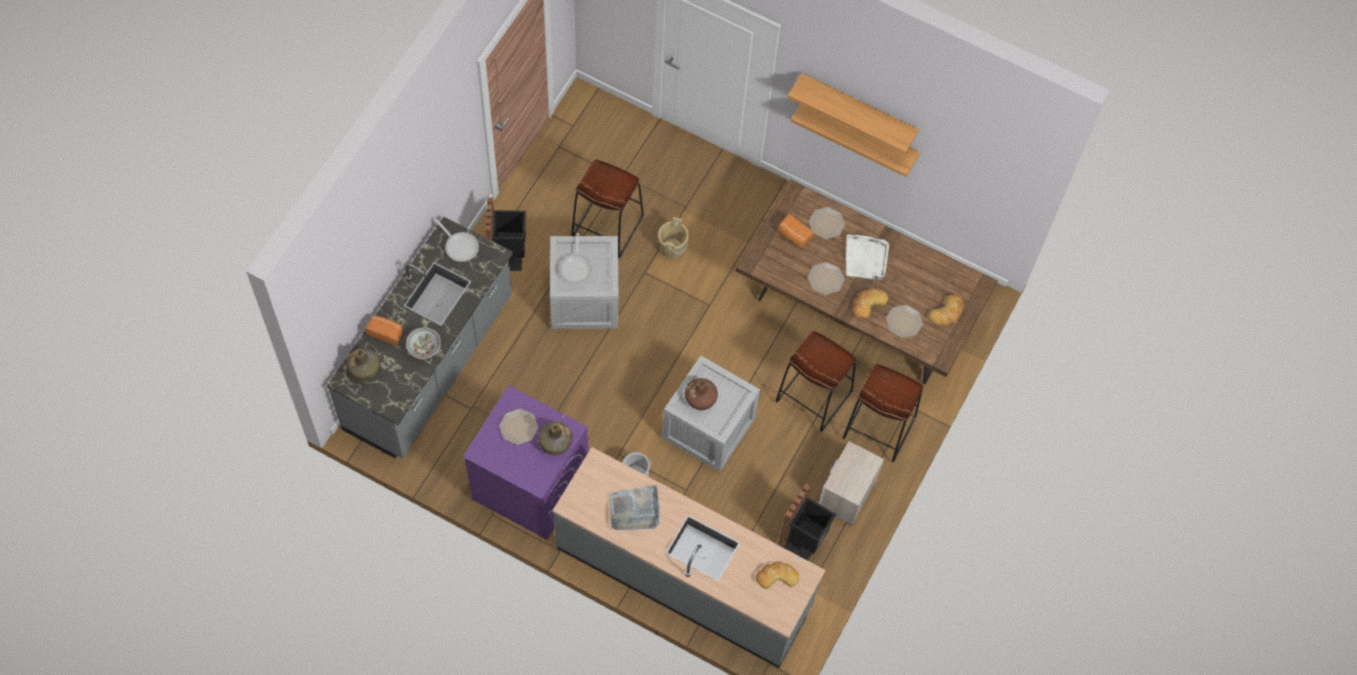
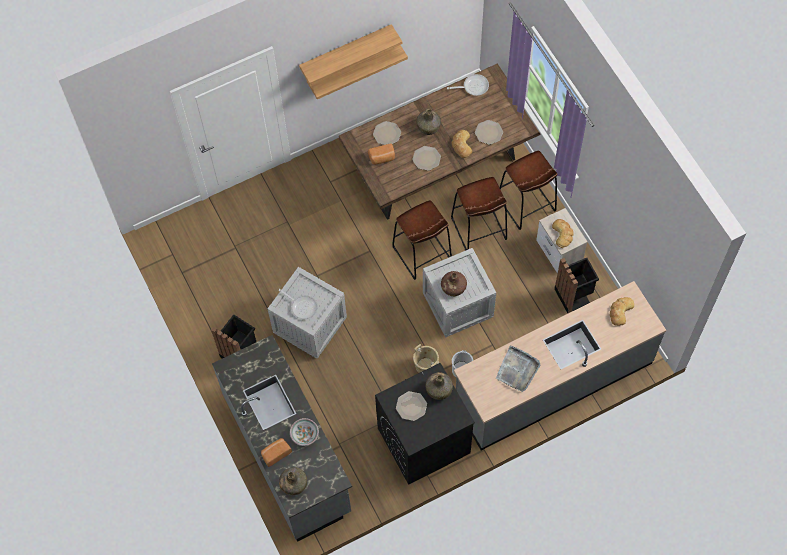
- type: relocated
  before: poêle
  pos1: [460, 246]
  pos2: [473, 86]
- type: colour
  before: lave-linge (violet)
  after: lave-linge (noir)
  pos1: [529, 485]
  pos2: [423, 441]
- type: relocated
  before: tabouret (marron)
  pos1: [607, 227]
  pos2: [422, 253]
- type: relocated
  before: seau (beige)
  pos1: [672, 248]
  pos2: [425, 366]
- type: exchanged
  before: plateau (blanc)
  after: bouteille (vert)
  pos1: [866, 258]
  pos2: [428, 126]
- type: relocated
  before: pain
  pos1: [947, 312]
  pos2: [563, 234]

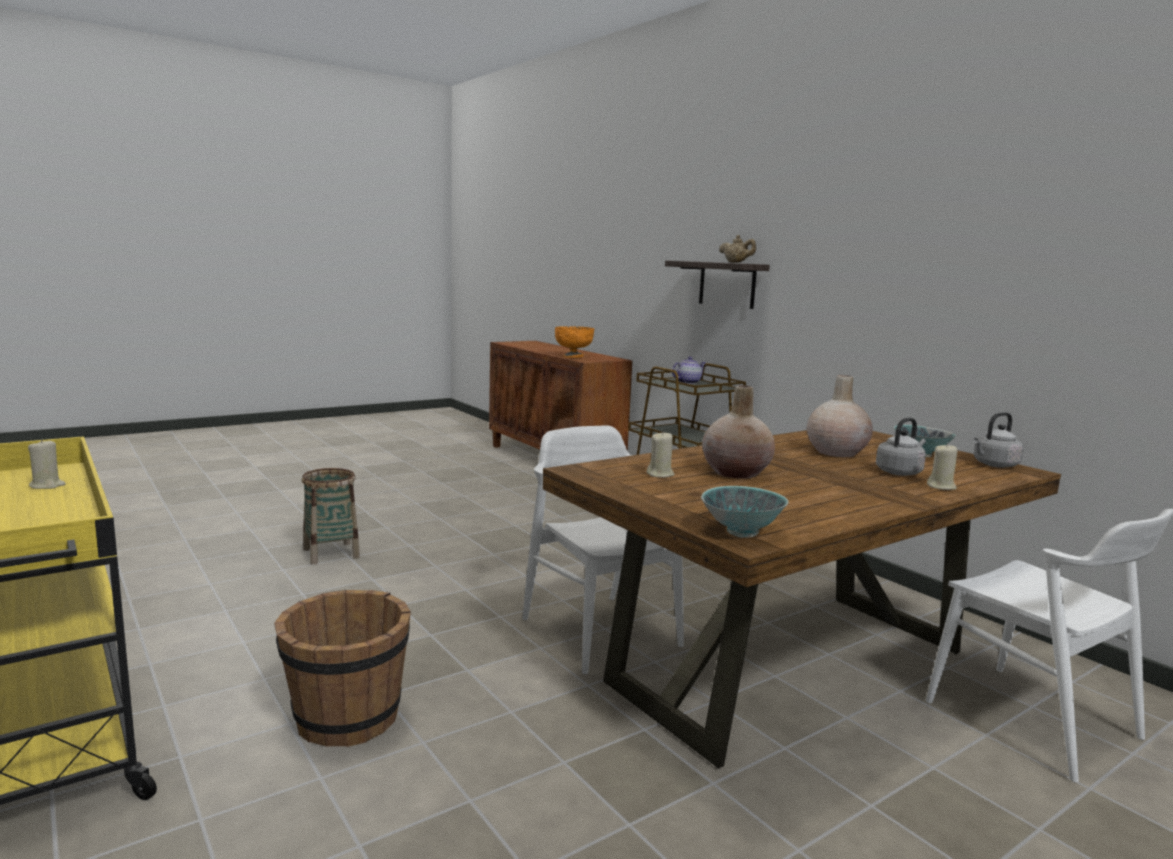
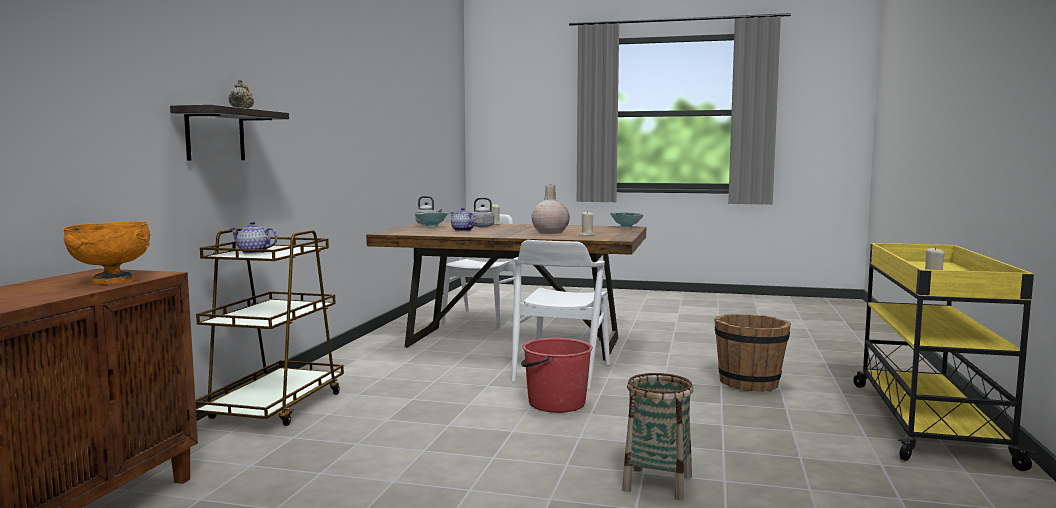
- type: exchanged
  before: vase (beige)
  after: théière
  pos1: [836, 452]
  pos2: [462, 230]
- type: appeared
  after: seau (rouge)
  pos2: [555, 403]

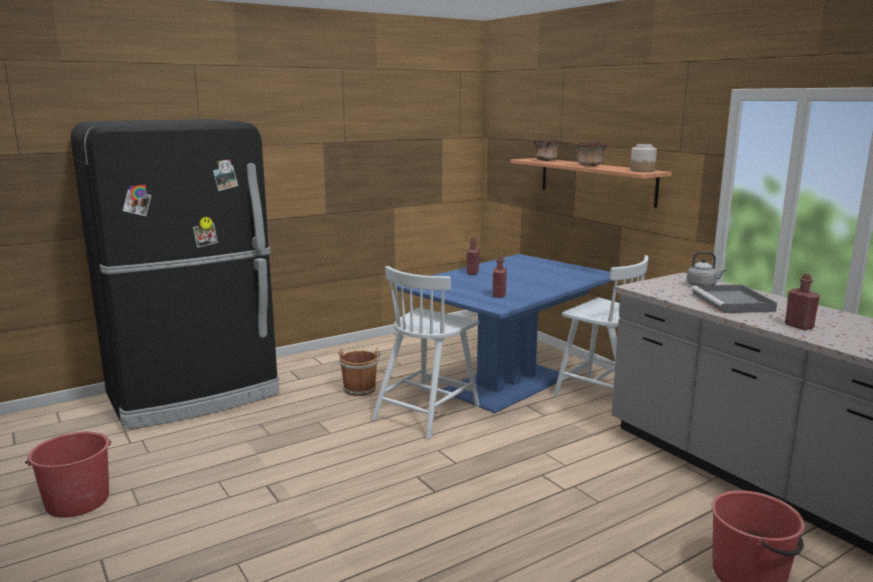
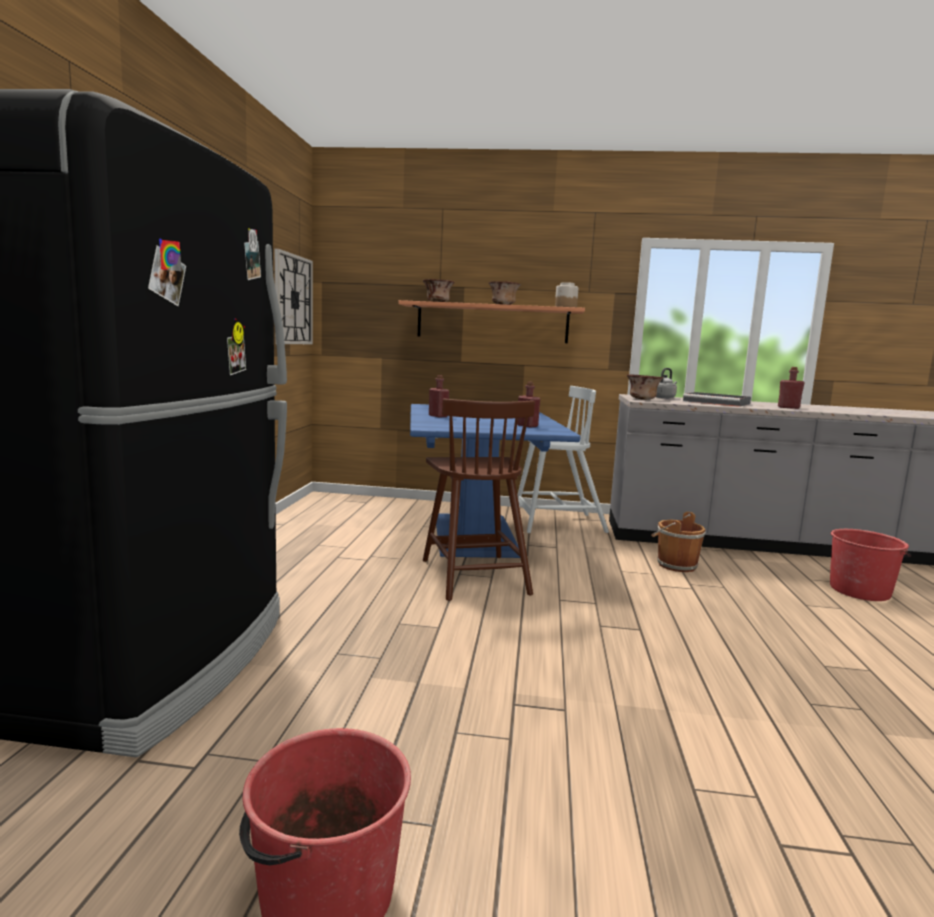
- type: relocated
  before: seau (marron)
  pos1: [359, 389]
  pos2: [674, 565]
- type: colour
  before: chaise (blanc)
  after: chaise (marron)
  pos1: [427, 412]
  pos2: [474, 575]
- type: appeared
  after: horloge murale
  pos2: [293, 300]
- type: appeared
  after: bol
  pos2: [642, 399]

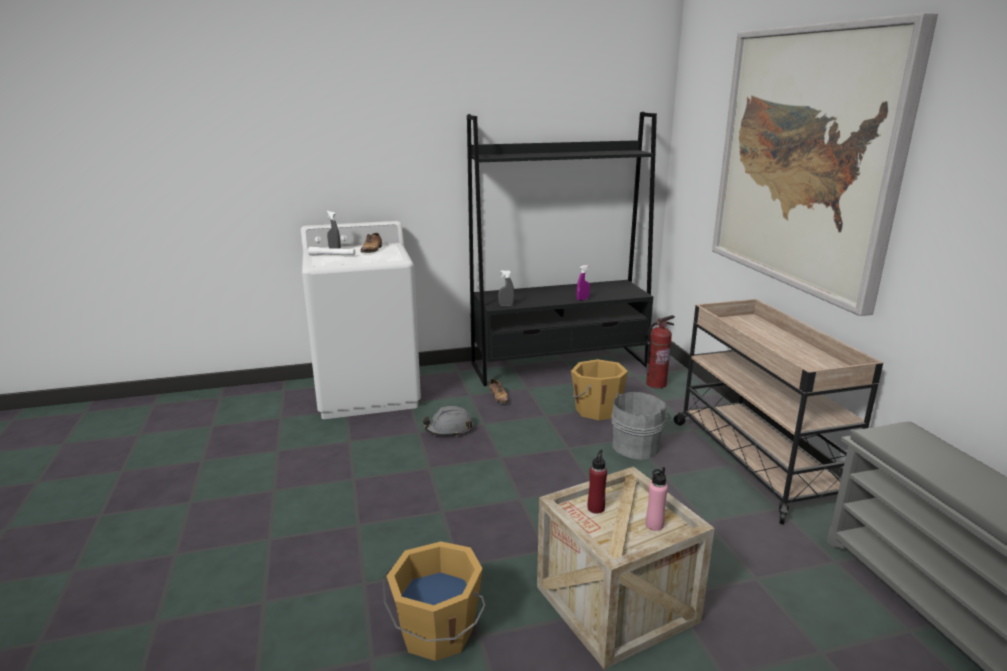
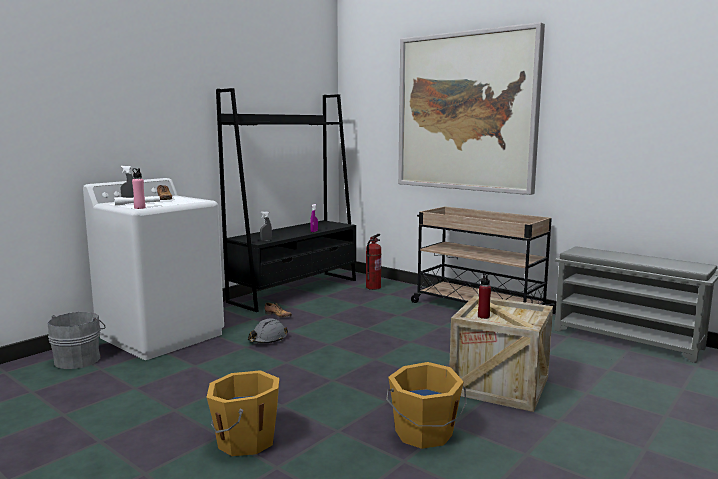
- type: relocated
  before: seau (orange)
  pos1: [596, 410]
  pos2: [244, 440]
- type: relocated
  before: seau (gris)
  pos1: [637, 446]
  pos2: [79, 359]
- type: relocated
  before: bouteille (rose)
  pos1: [654, 525]
  pos2: [139, 208]

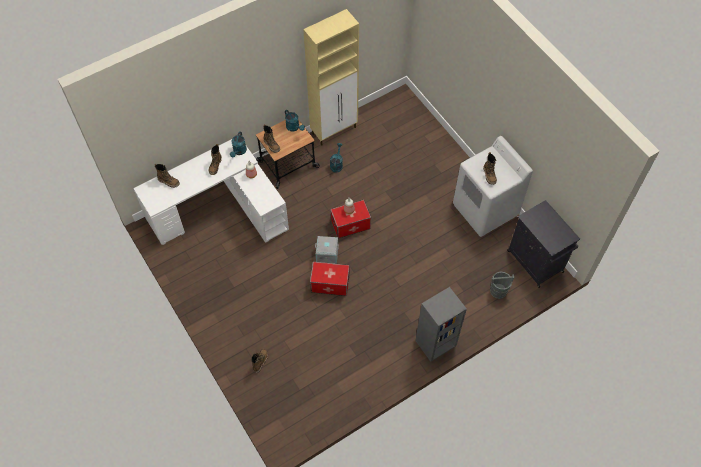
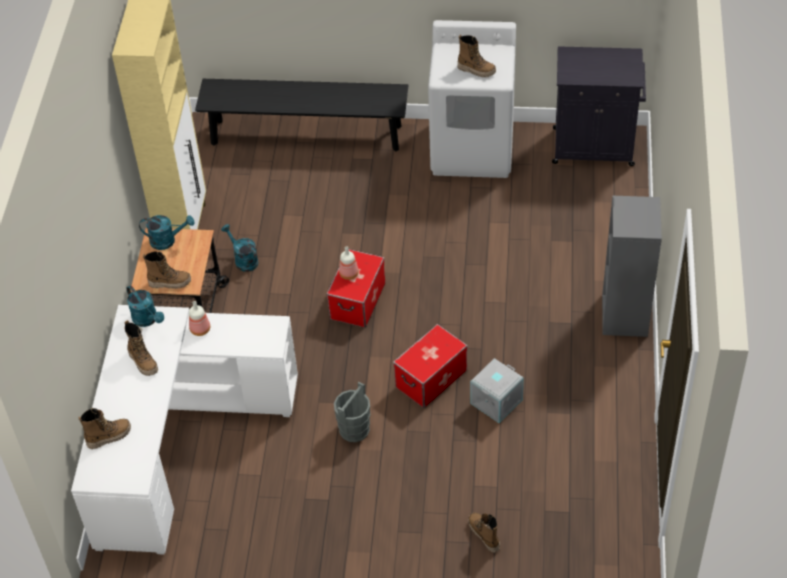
- type: relocated
  before: boîte de rangement (gris)
  pos1: [327, 255]
  pos2: [496, 401]
- type: relocated
  before: seau (gris)
  pos1: [498, 291]
  pos2: [354, 429]
- type: appeared
  after: banc (noir)
  pos2: [306, 135]

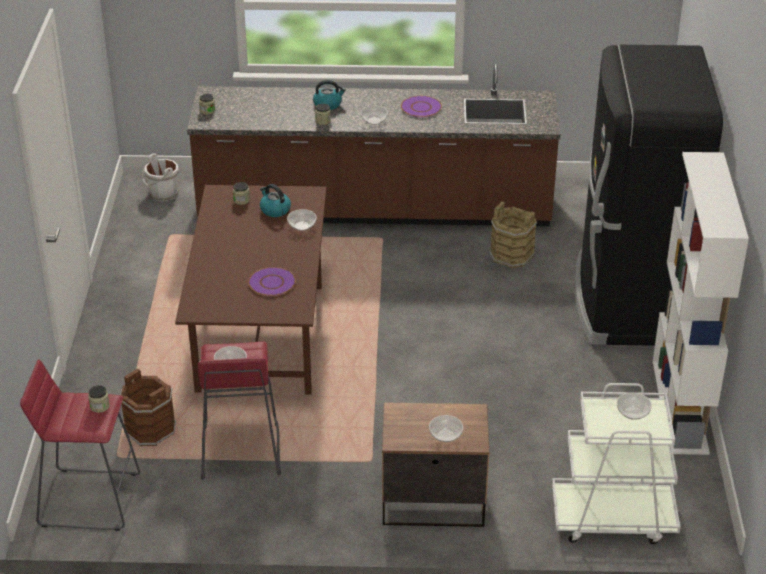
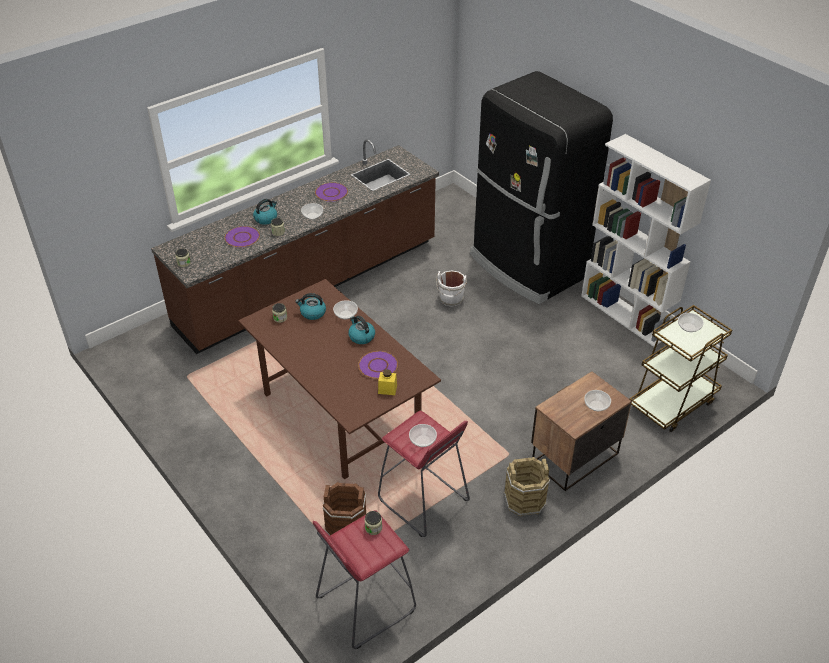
- type: relocated
  before: seau (blanc)
  pos1: [162, 194]
  pos2: [451, 300]
- type: relocated
  before: seau (marron)
  pos1: [511, 255]
  pos2: [524, 500]
- type: colour
  before: chariot (blanc)
  after: chariot (marron)
  pos1: [612, 517]
  pos2: [672, 403]
- type: appeared
  after: assiette (violet)
  pos2: [242, 237]
- type: appeared
  after: bouilloire
  pos2: [361, 337]
- type: appeared
  after: bocal (jaune)
  pos2: [387, 389]

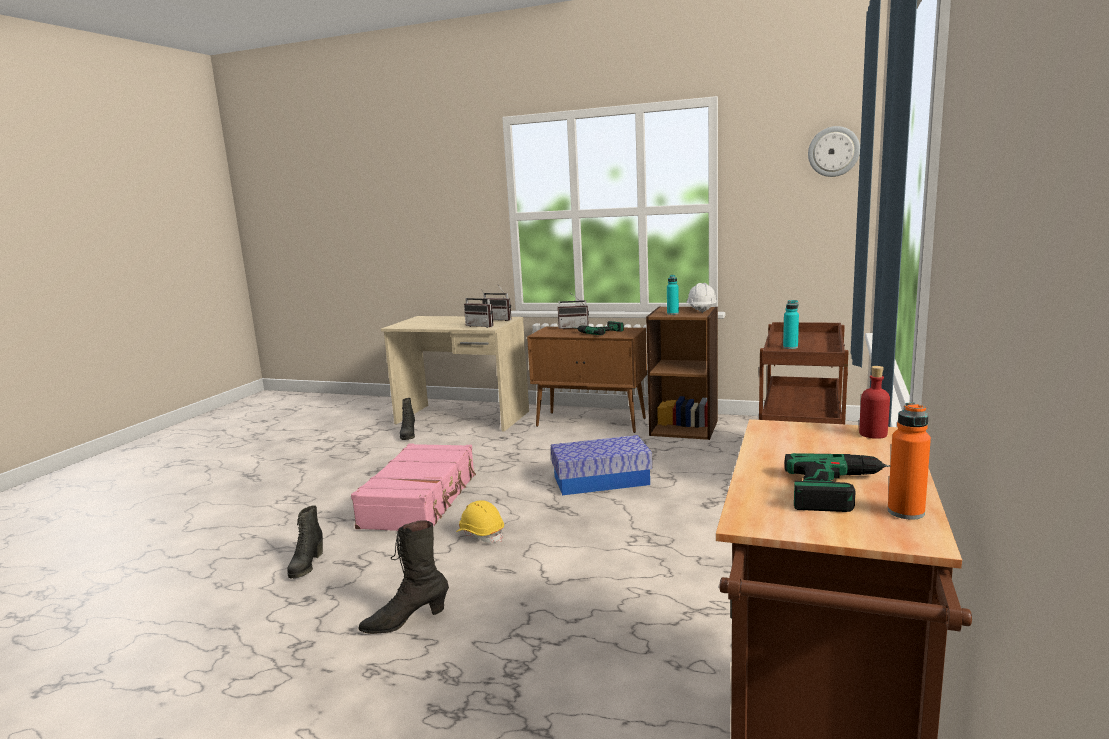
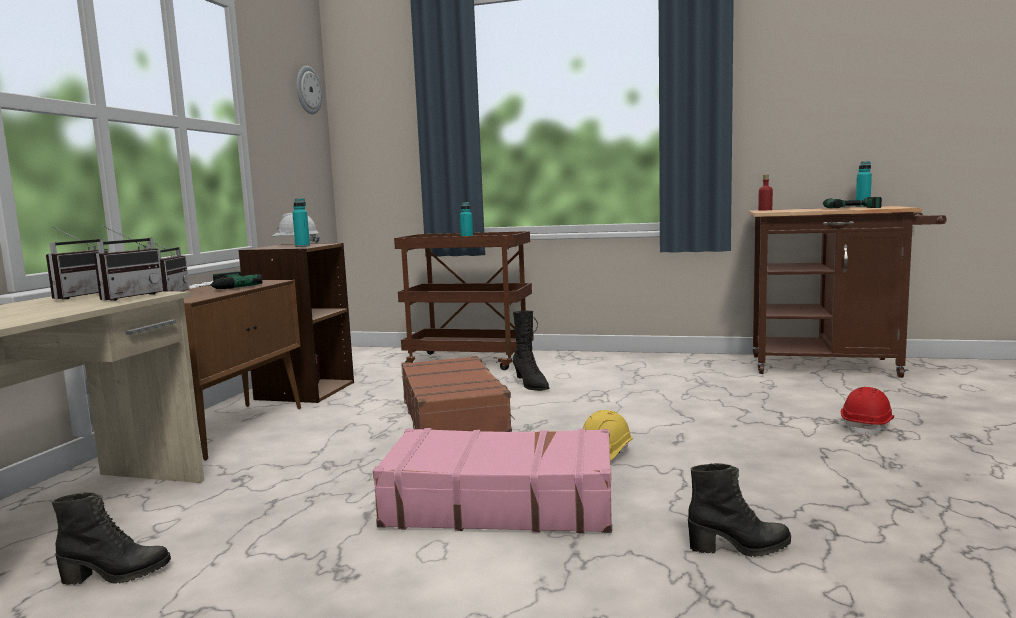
- type: relocated
  before: botte (noir)
  pos1: [405, 621]
  pos2: [531, 384]
- type: exchanged
  before: boîte de rangement
  after: valise (marron)
  pos1: [601, 480]
  pos2: [454, 415]
- type: colour
  before: bouteille (orange)
  after: bouteille (turquoise)
  pos1: [906, 512]
  pos2: [862, 207]
- type: appeared
  after: casque de chantier (rouge)
  pos2: [867, 427]

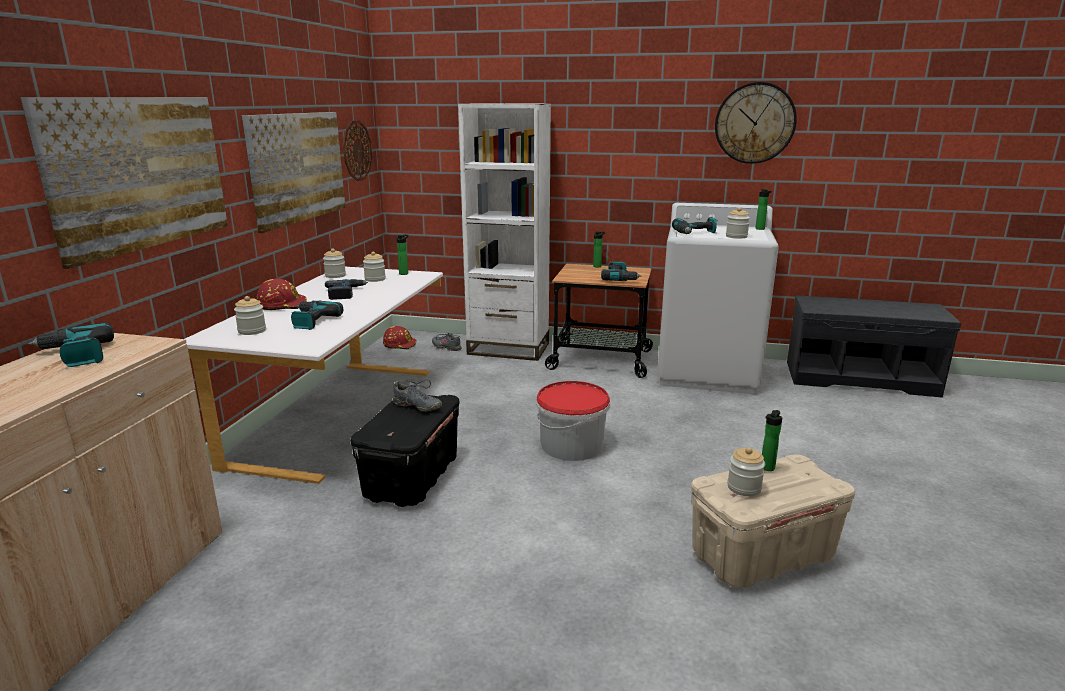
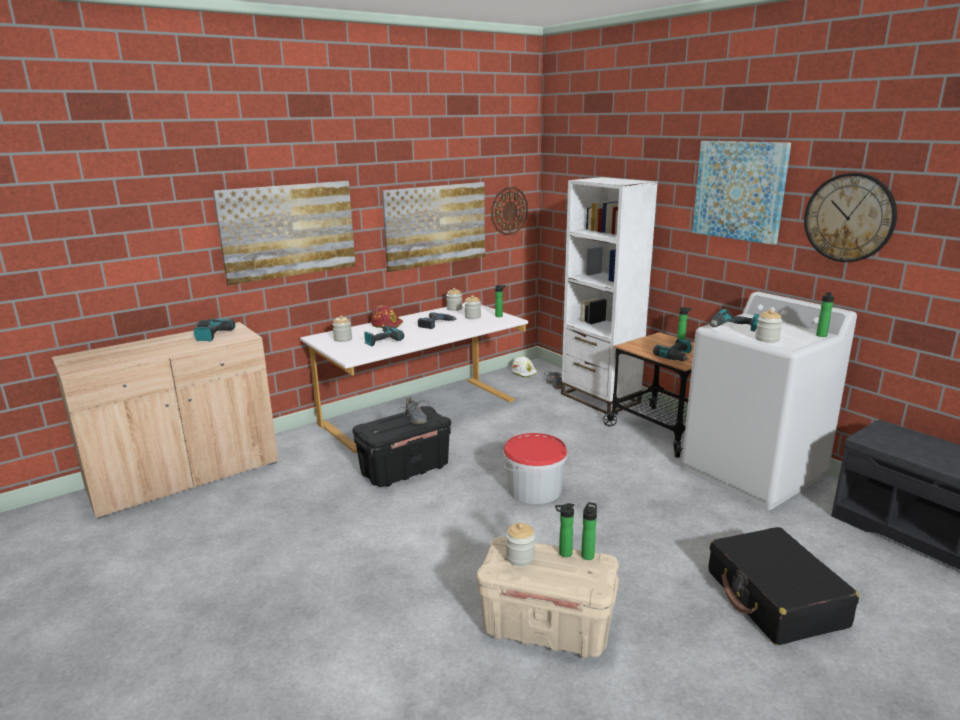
- type: colour
  before: casque de chantier (rouge)
  after: casque de chantier (blanc)
  pos1: [400, 344]
  pos2: [524, 372]
- type: appeared
  after: bouteille
  pos2: [588, 555]
- type: appeared
  after: tableau
  pos2: [739, 190]
- type: appeared
  after: valise (noir)
  pos2: [775, 599]

